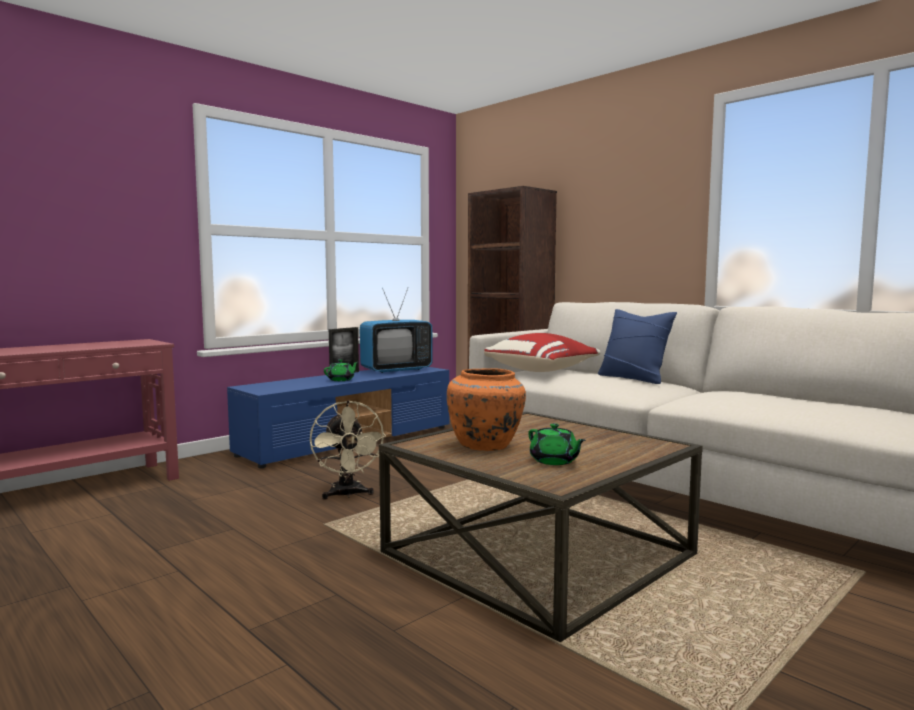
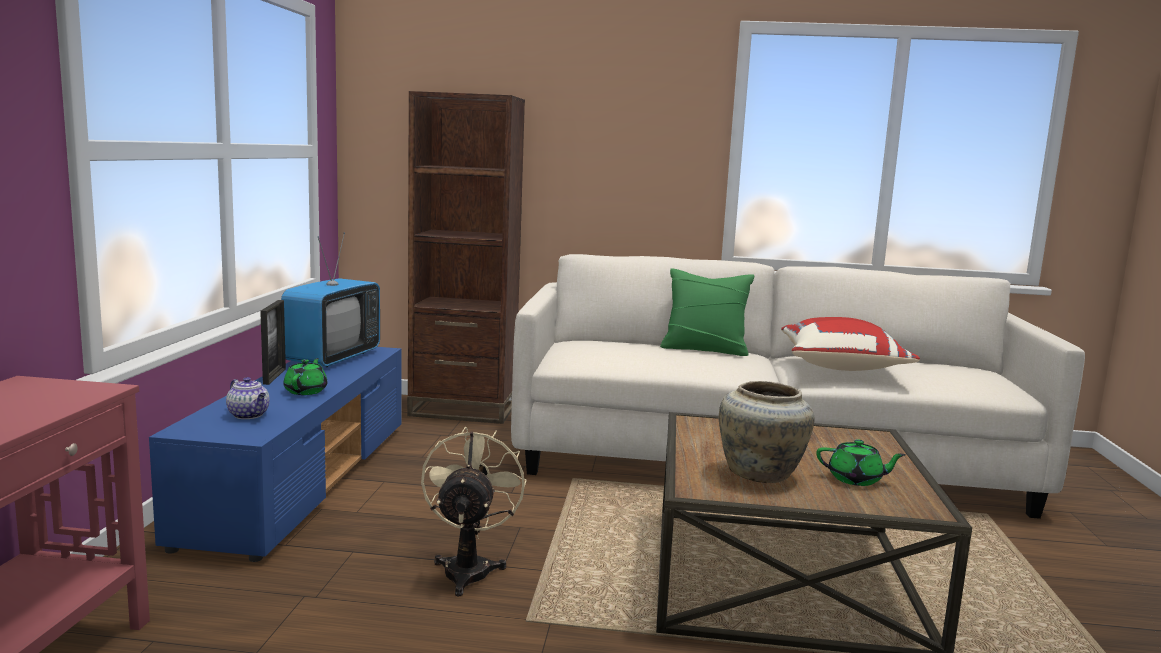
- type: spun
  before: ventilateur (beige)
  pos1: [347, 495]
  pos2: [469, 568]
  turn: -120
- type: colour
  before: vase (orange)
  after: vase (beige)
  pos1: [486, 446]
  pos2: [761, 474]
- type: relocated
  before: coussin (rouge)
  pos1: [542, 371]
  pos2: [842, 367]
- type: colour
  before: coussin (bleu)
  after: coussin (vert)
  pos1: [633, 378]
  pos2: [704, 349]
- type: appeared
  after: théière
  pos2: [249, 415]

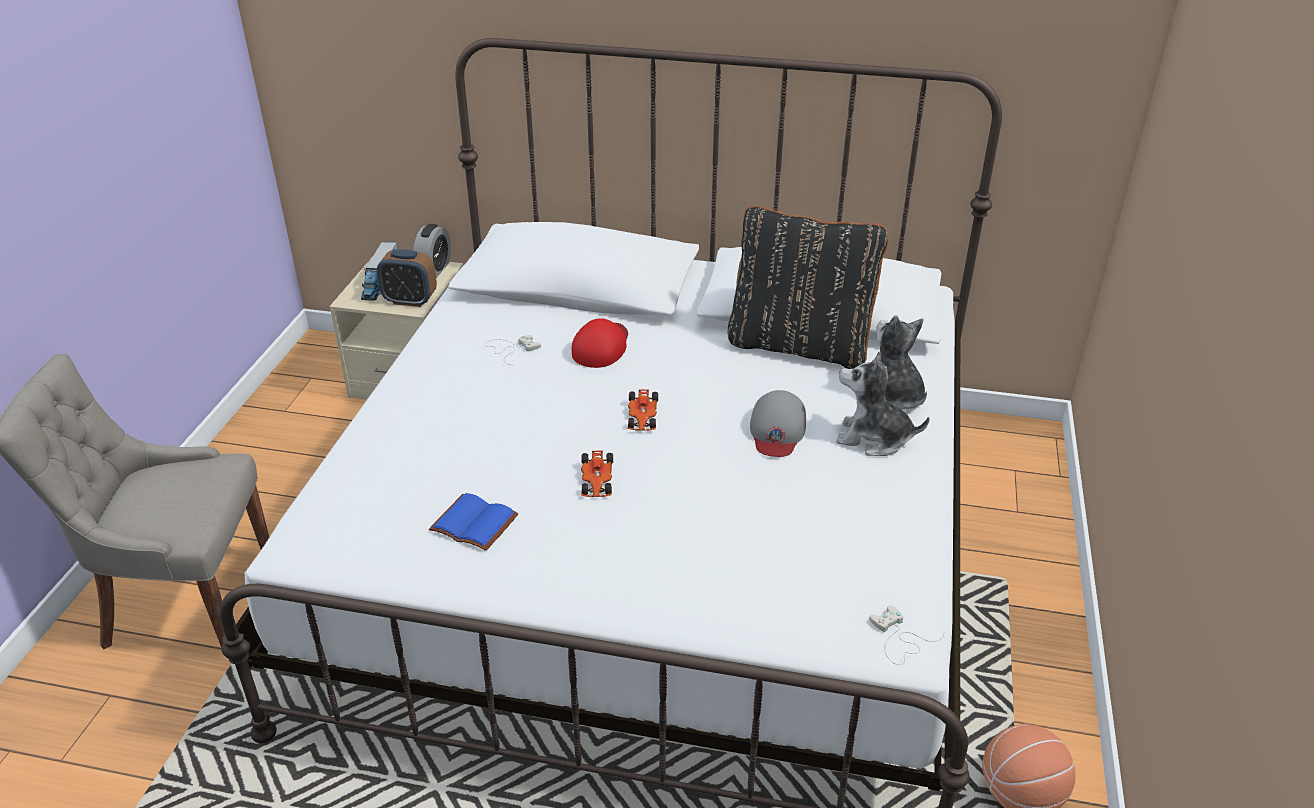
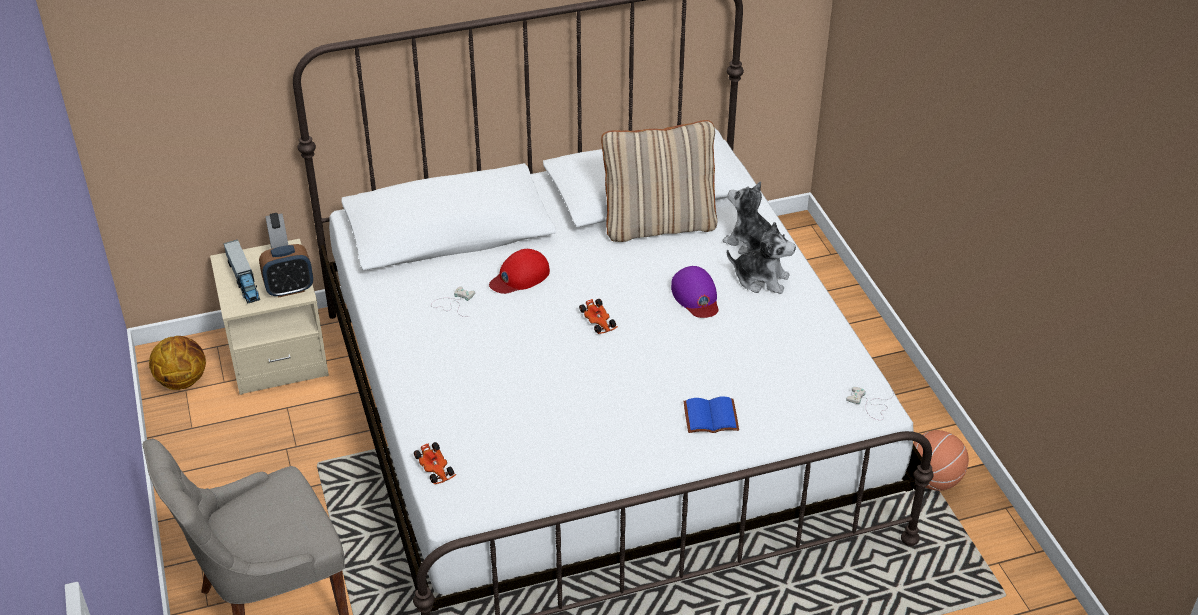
- type: relocated
  before: livre (bleu)
  pos1: [472, 524]
  pos2: [710, 418]
- type: spun
  before: casquette (rouge)
  pos1: [602, 347]
  pos2: [520, 276]
  turn: -120
- type: relocated
  before: petite voiture
  pos1: [597, 481]
  pos2: [435, 468]
- type: colour
  before: coussin (noir)
  after: coussin (beige)
  pos1: [800, 345]
  pos2: [659, 224]
- type: colour
  before: casquette (gris)
  after: casquette (violet)
  pos1: [777, 430]
  pos2: [696, 296]
- type: spun
  before: peluche
  pos1: [873, 438]
  pos2: [761, 279]
  turn: -150
- type: appeared
  after: ballon de basket
  pos2: [182, 380]

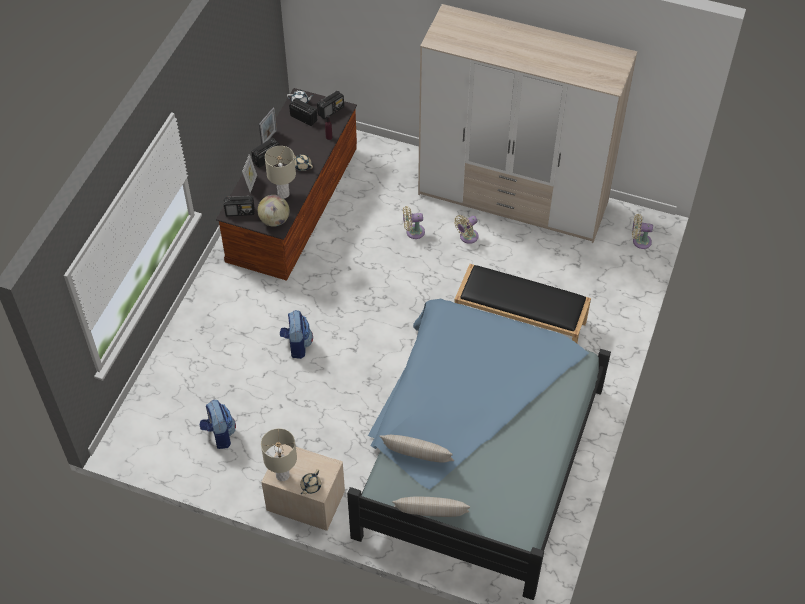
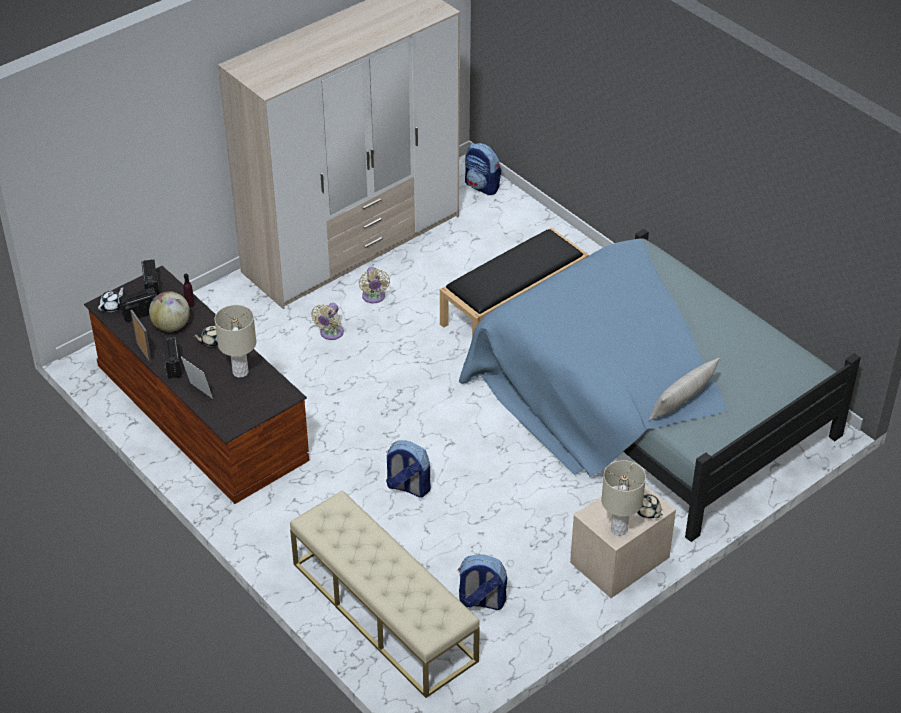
- type: missing
  before: radio
  pos1: [240, 212]
- type: relocated
  before: globe
  pos1: [274, 220]
  pos2: [171, 326]
- type: missing
  before: coussin (beige)
  pos1: [430, 514]
- type: exchanged
  before: ventilateur (beige)
  after: sac à dos
  pos1: [639, 241]
  pos2: [482, 186]
- type: appeared
  after: banc (beige)
  pos2: [383, 611]

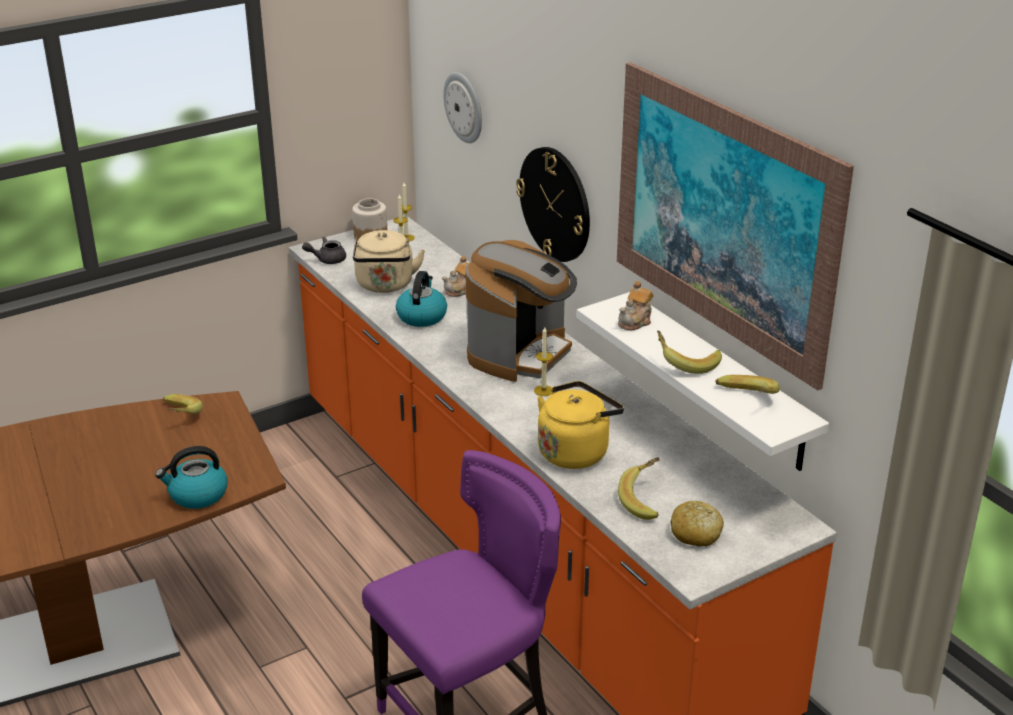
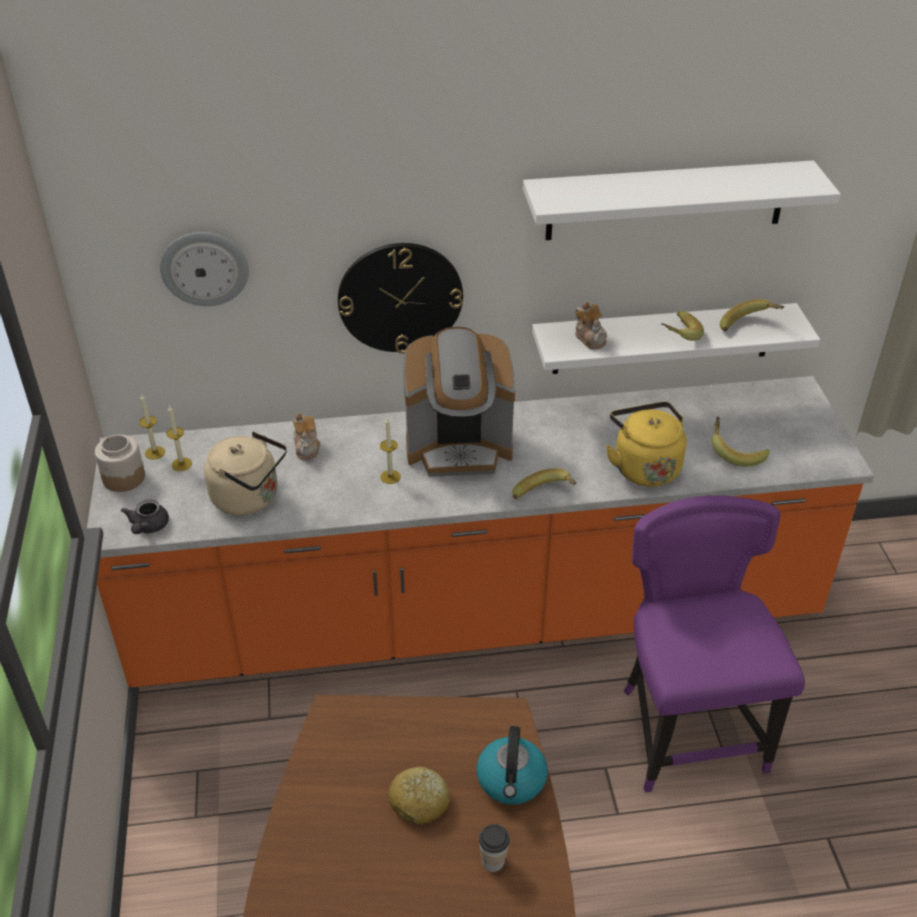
- type: relocated
  before: banane
  pos1: [178, 417]
  pos2: [545, 497]
- type: missing
  before: bouilloire
  pos1: [421, 316]
- type: spun
  before: machine à café
  pos1: [520, 353]
  pos2: [459, 447]
  turn: 120
- type: relocated
  before: bougie
  pos1: [543, 390]
  pos2: [390, 477]
- type: exchanged
  before: tableau
  after: étagère (blanc)
  pos1: [722, 218]
  pos2: [666, 200]
- type: relocated
  before: pain
  pos1: [695, 533]
  pos2: [419, 802]
- type: appeared
  after: tasse
  pos2: [493, 861]

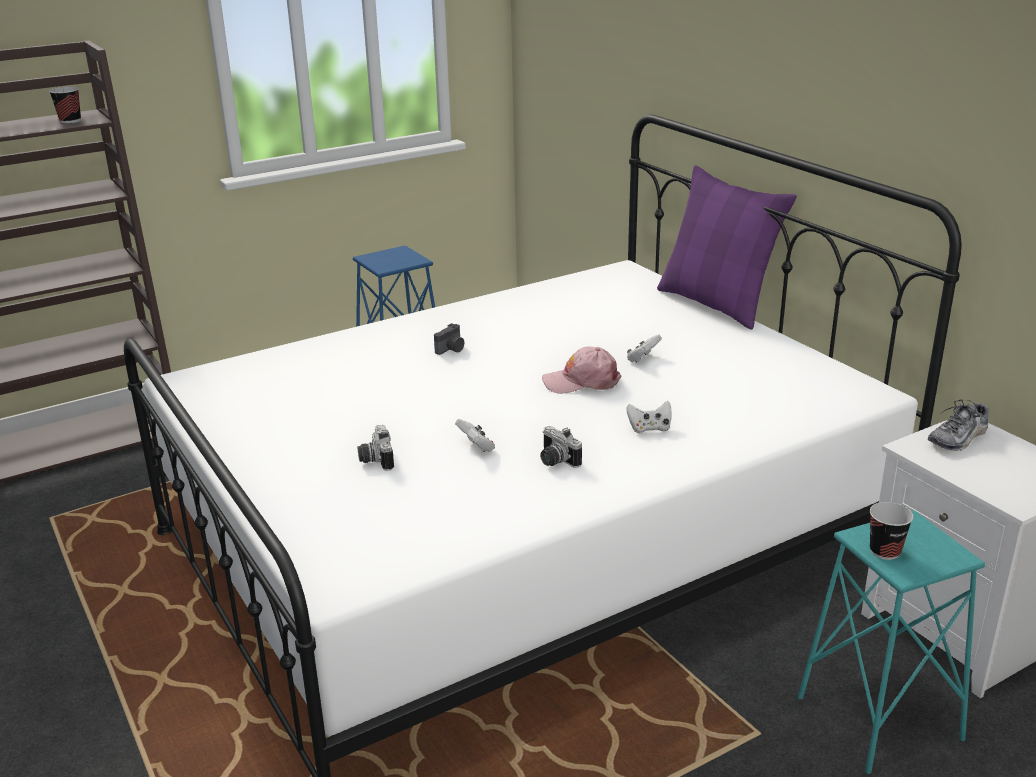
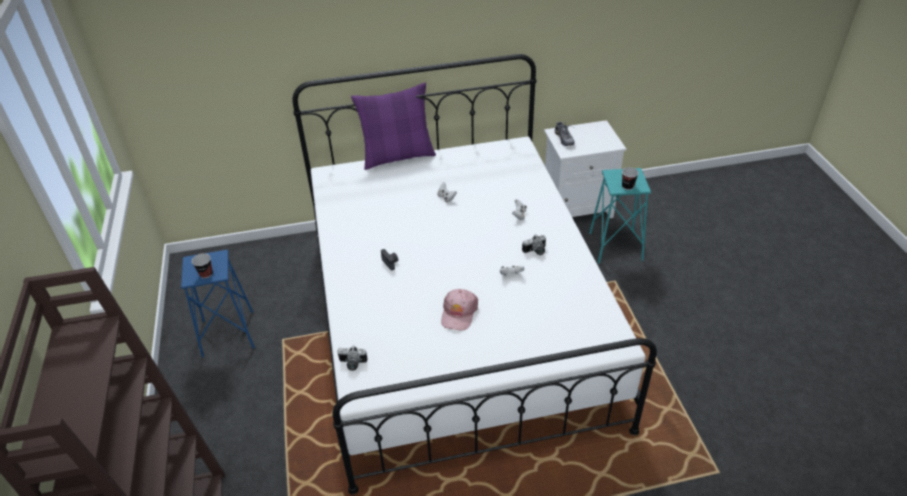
- type: relocated
  before: tasse
  pos1: [70, 121]
  pos2: [206, 274]
- type: relocated
  before: appareil photo
  pos1: [375, 459]
  pos2: [352, 364]
- type: relocated
  before: casquette (rose)
  pos1: [581, 381]
  pos2: [459, 313]

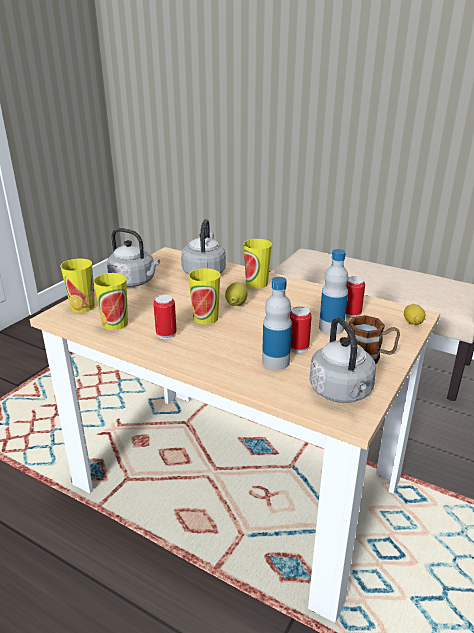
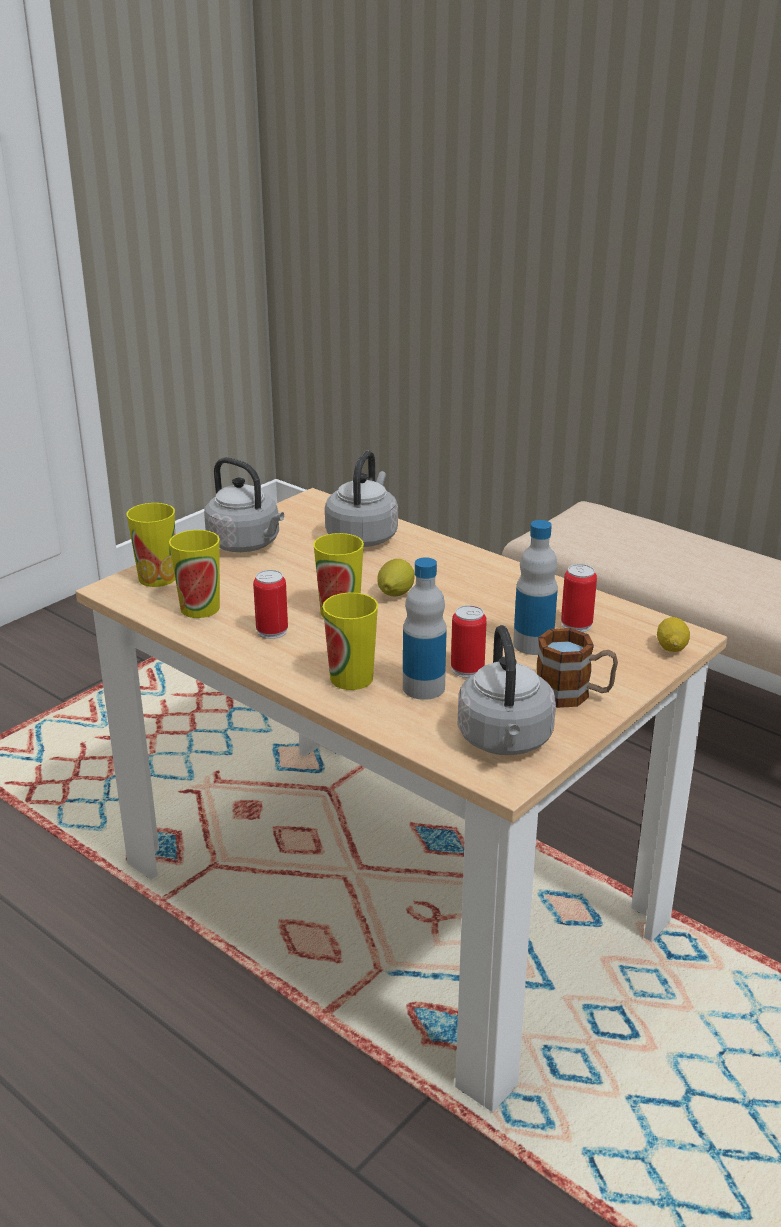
- type: relocated
  before: tasse
  pos1: [256, 283]
  pos2: [351, 678]

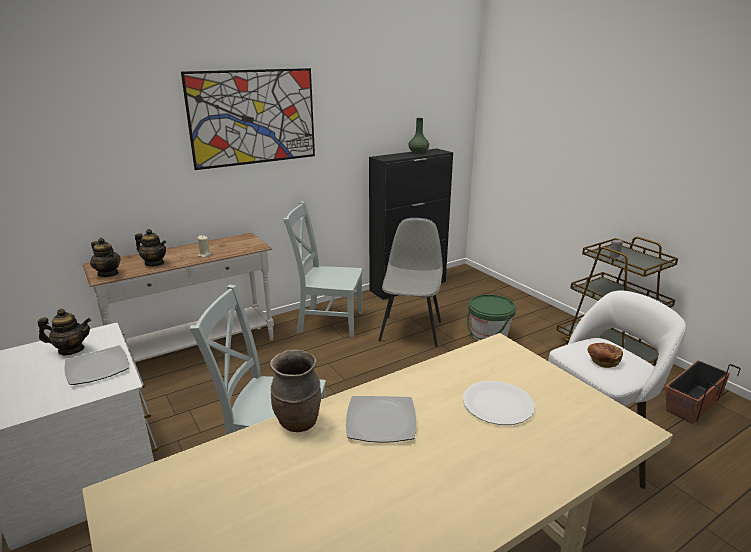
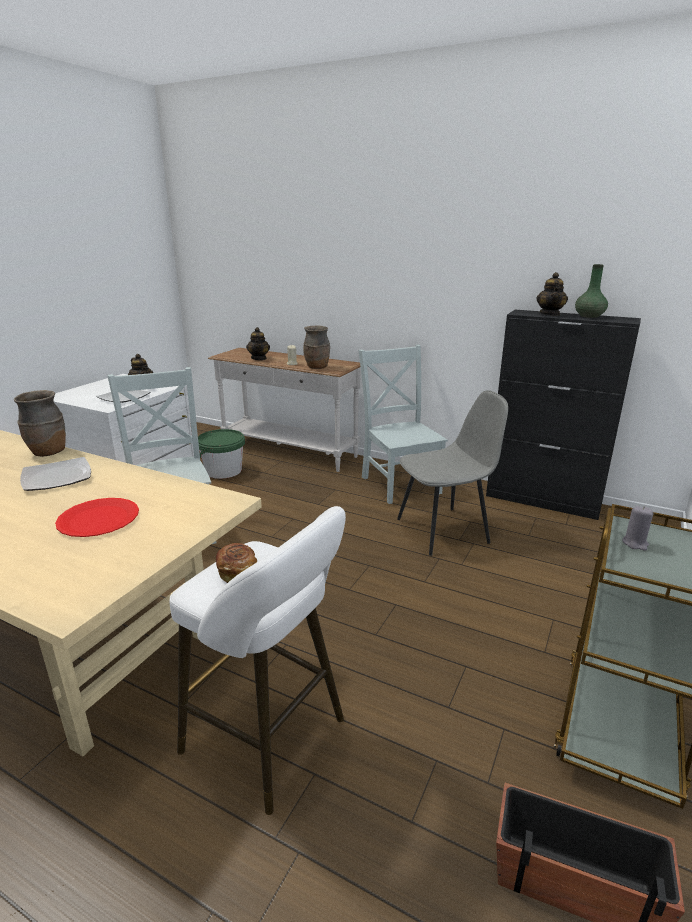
- type: relocated
  before: théière
  pos1: [108, 273]
  pos2: [550, 314]
- type: missing
  before: tableau
  pos1: [253, 117]
- type: colour
  before: assiette (blanc)
  after: assiette (rouge)
  pos1: [498, 404]
  pos2: [98, 519]
- type: relocated
  before: seau (vert)
  pos1: [489, 335]
  pos2: [223, 471]
- type: appeared
  after: vase (marron)
  pos2: [317, 367]

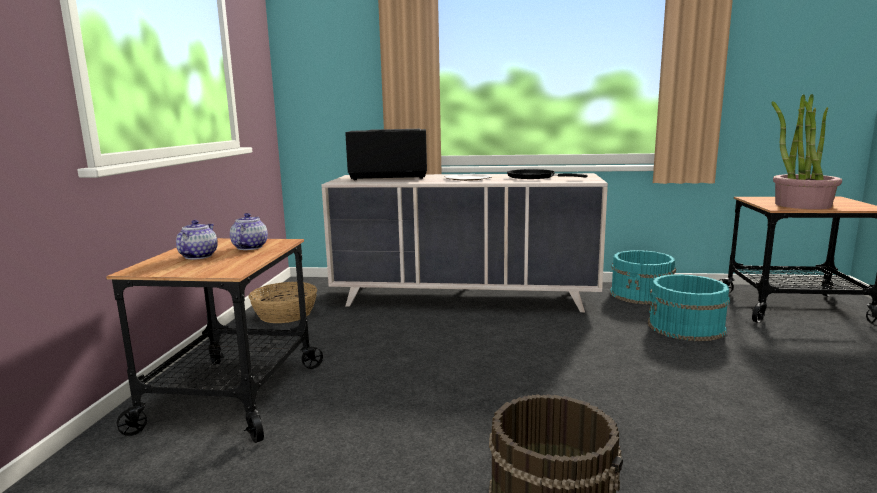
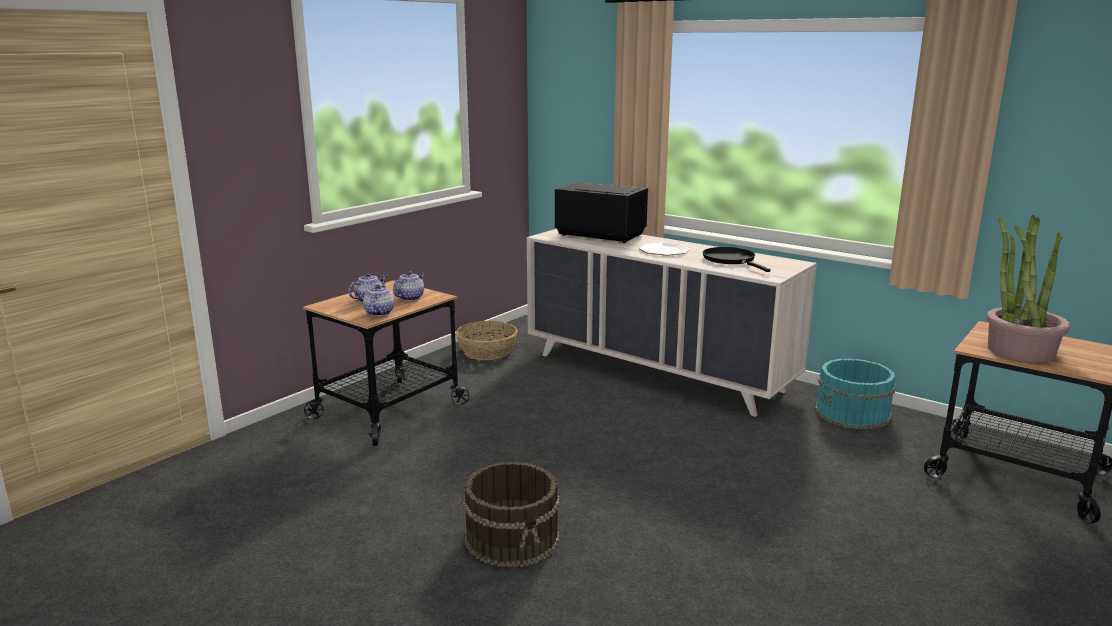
- type: missing
  before: seau (turquoise)
  pos1: [686, 327]
- type: appeared
  after: théière
  pos2: [379, 313]

